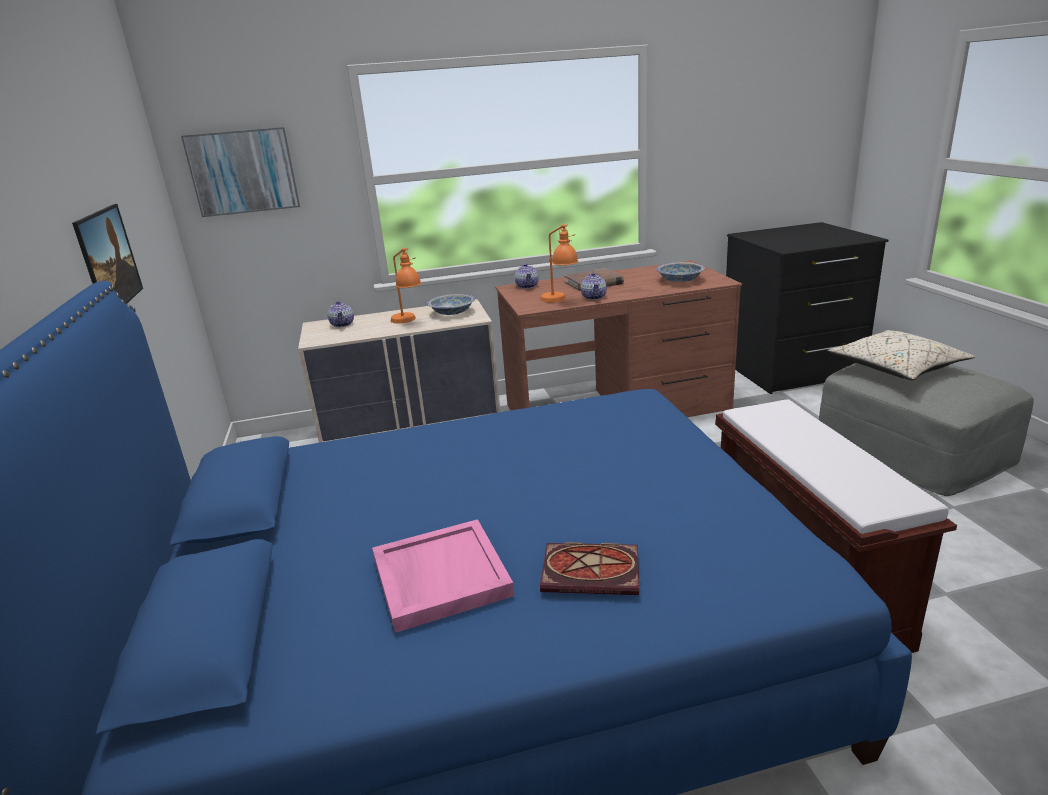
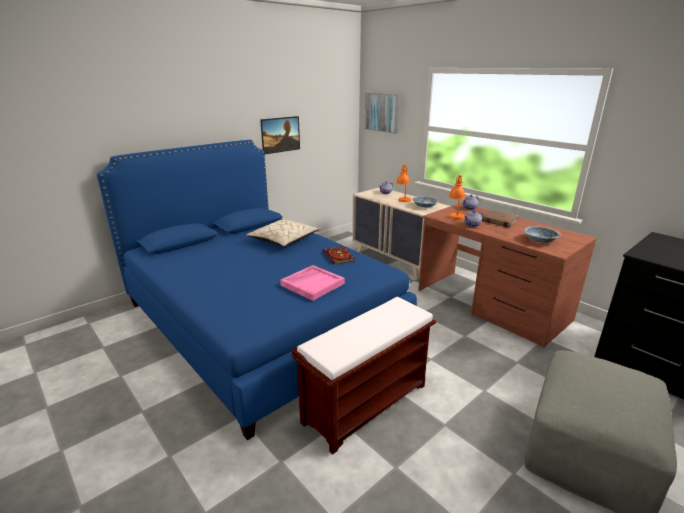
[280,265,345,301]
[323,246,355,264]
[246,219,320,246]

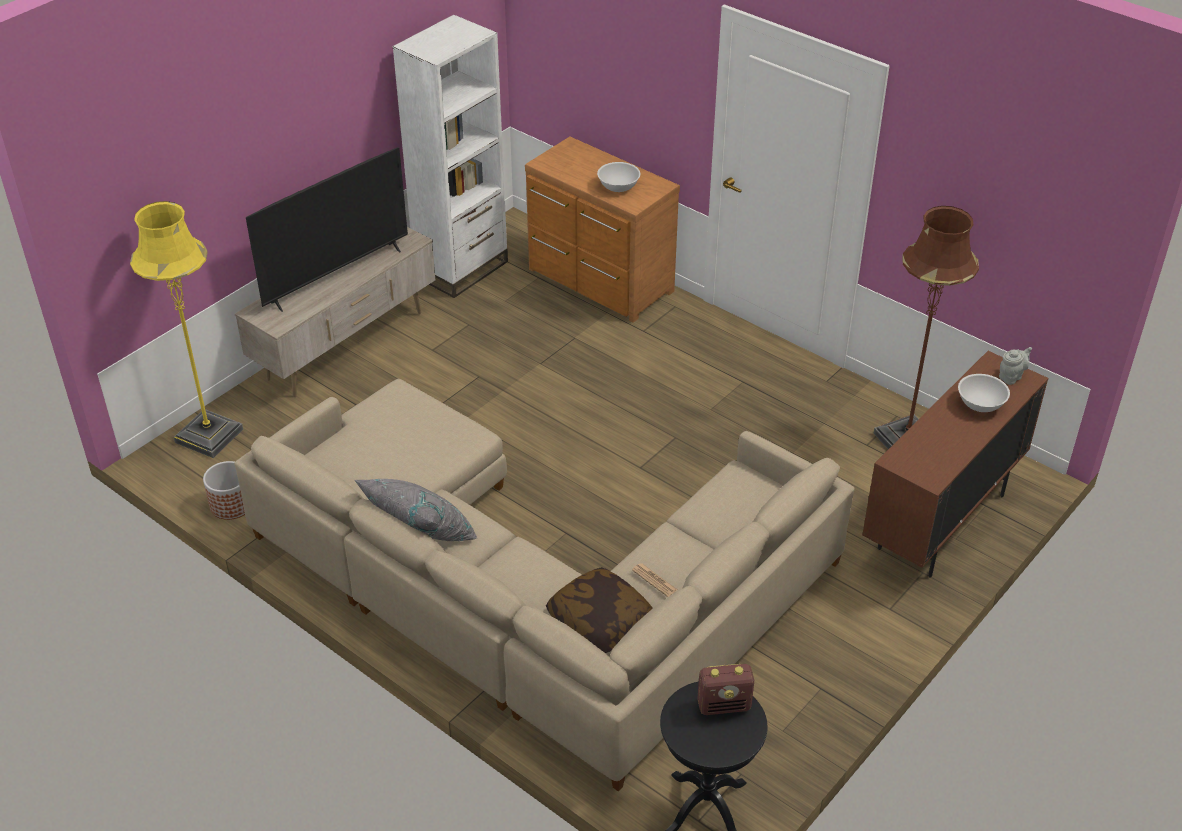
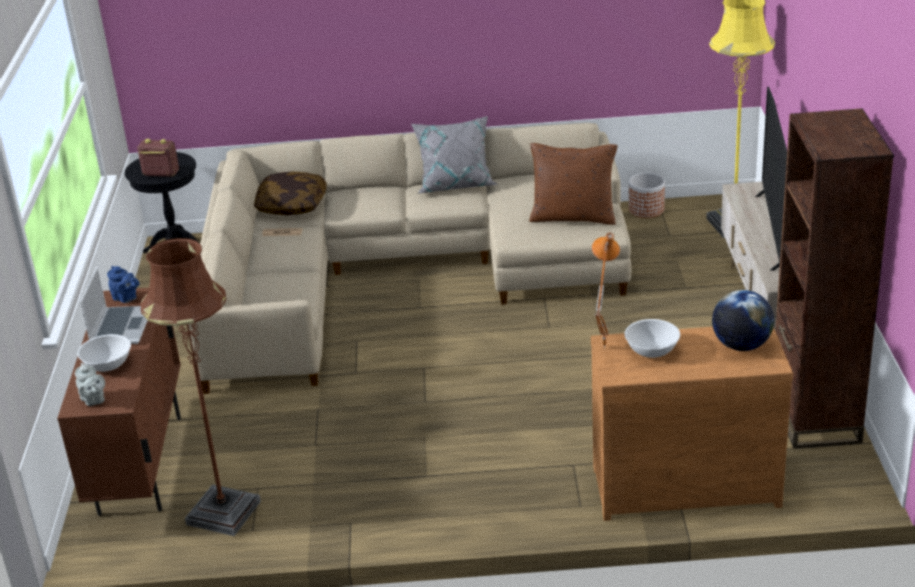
[80,267,148,344]
[107,266,140,303]
[529,143,618,225]
[592,232,620,348]
[712,290,774,351]
[775,108,894,448]
[137,139,179,177]
[75,363,105,406]

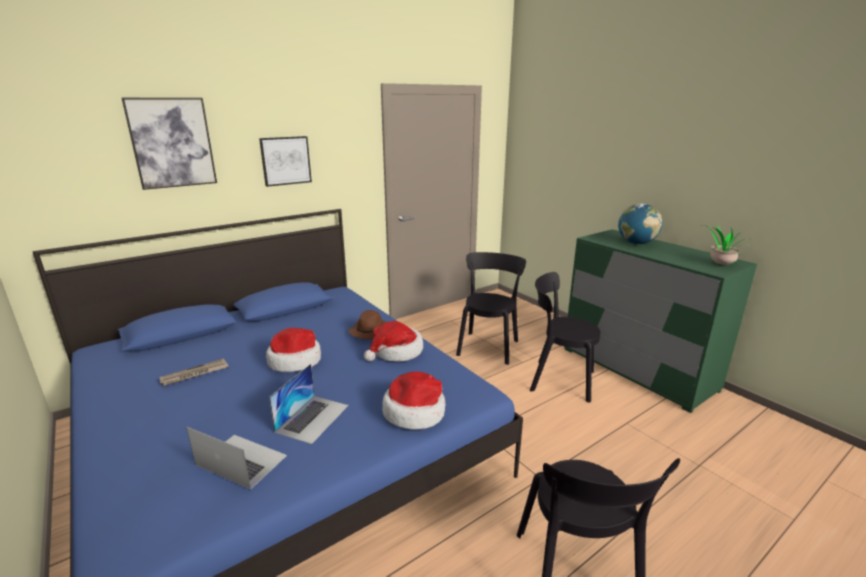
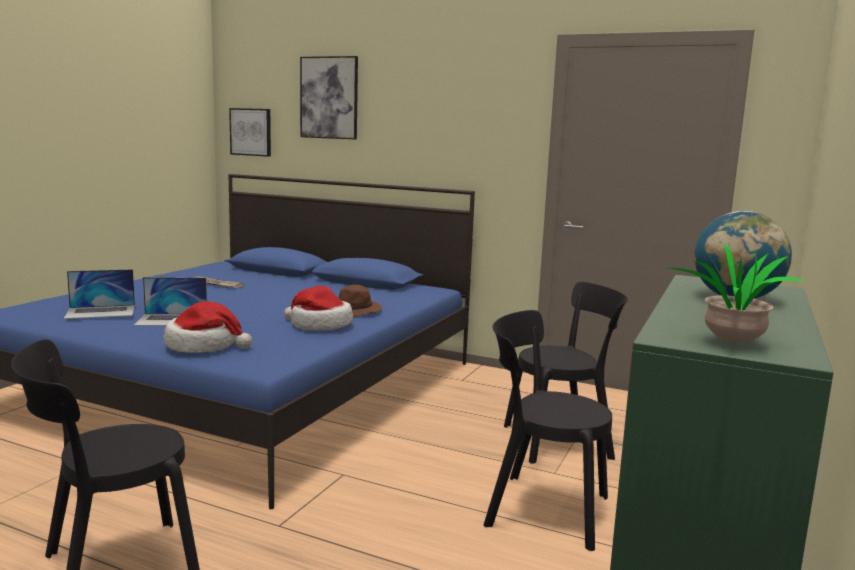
[266,328,321,372] (first image)
[229,108,271,157]
[64,269,135,319]
[483,310,612,551]

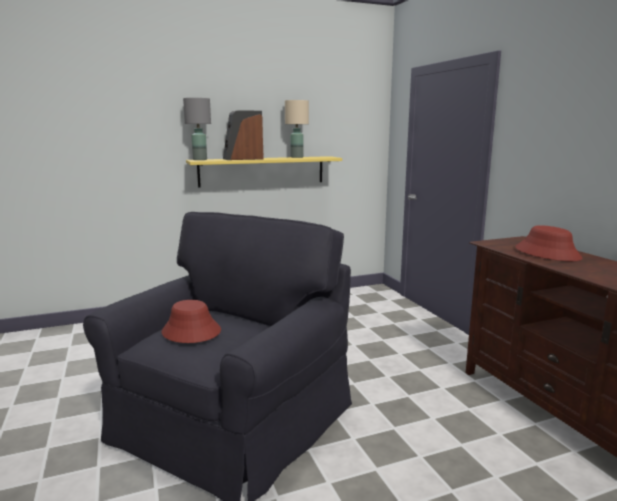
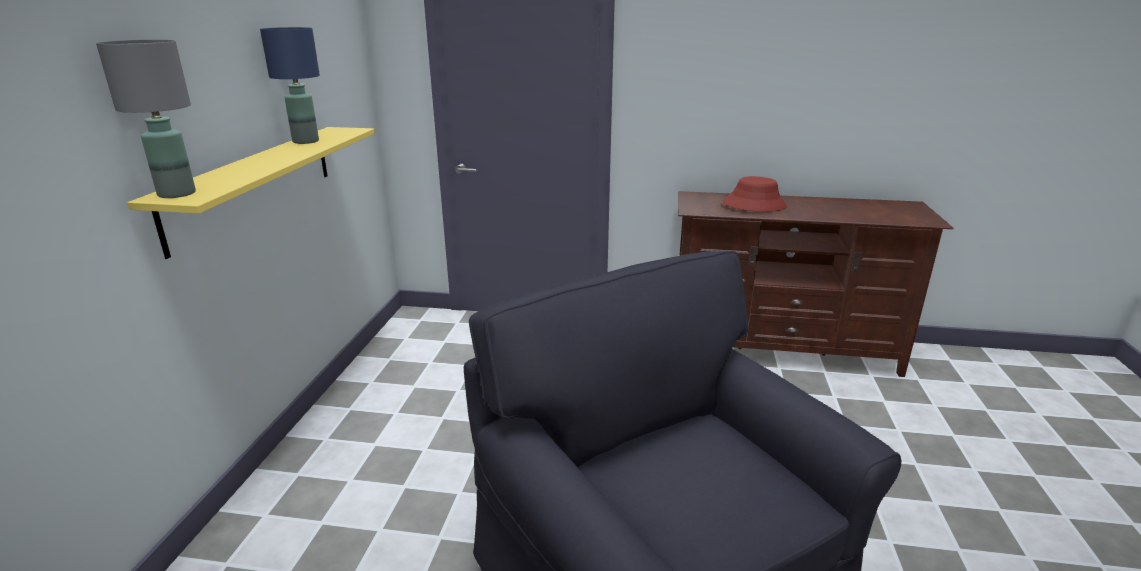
[161,300,221,343] (first image)
[223,110,264,160] (first image)
[260,27,320,144]

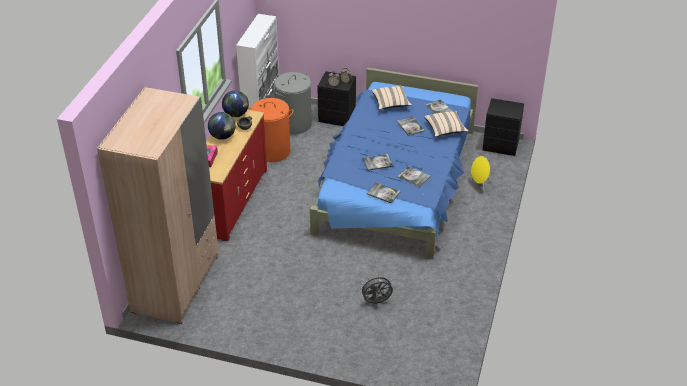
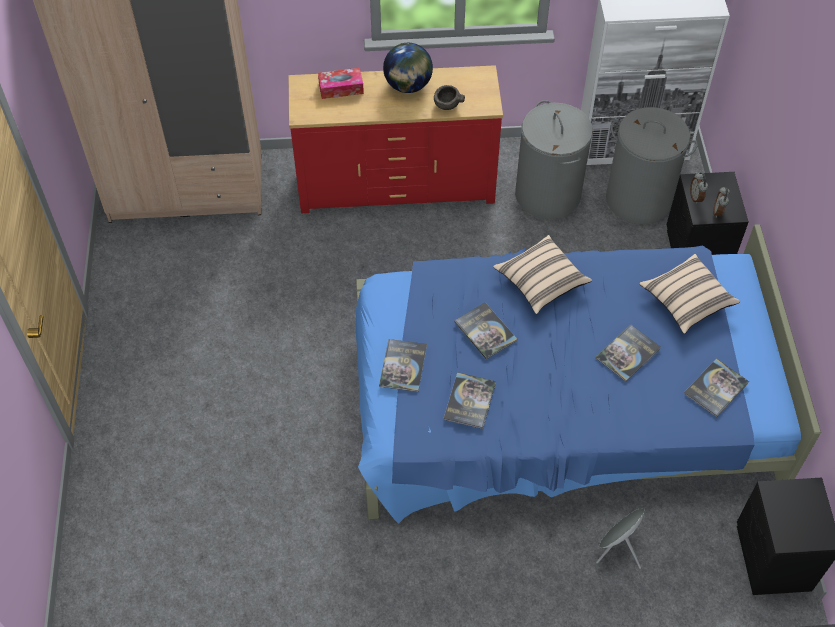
[222,90,249,117] (first image)
[360,276,393,304] (first image)
[493,235,592,314]
[515,100,593,219]
[596,508,644,569]

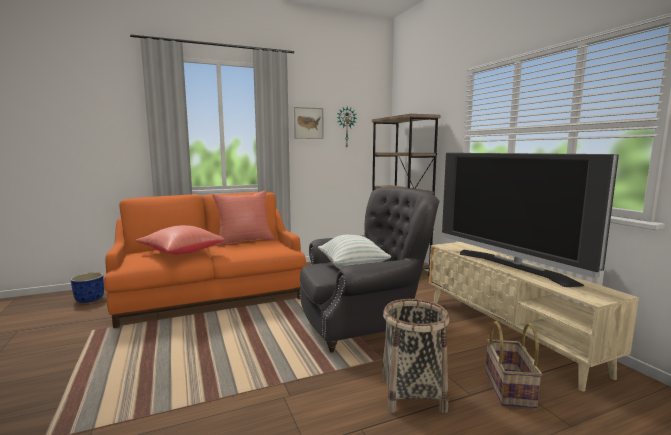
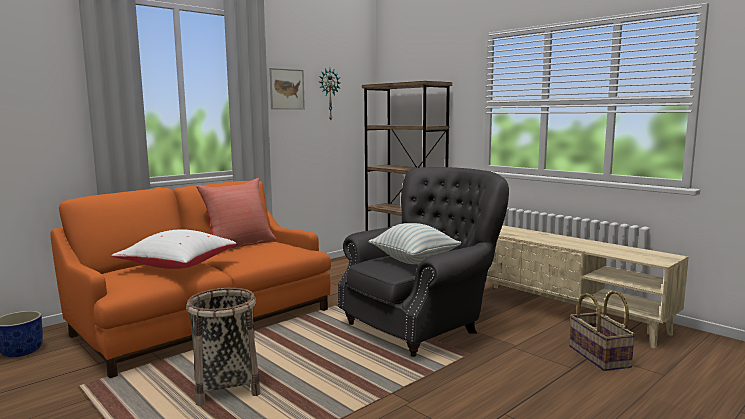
[442,153,619,287] (first image)
[186,288,261,406]
[111,229,236,269]

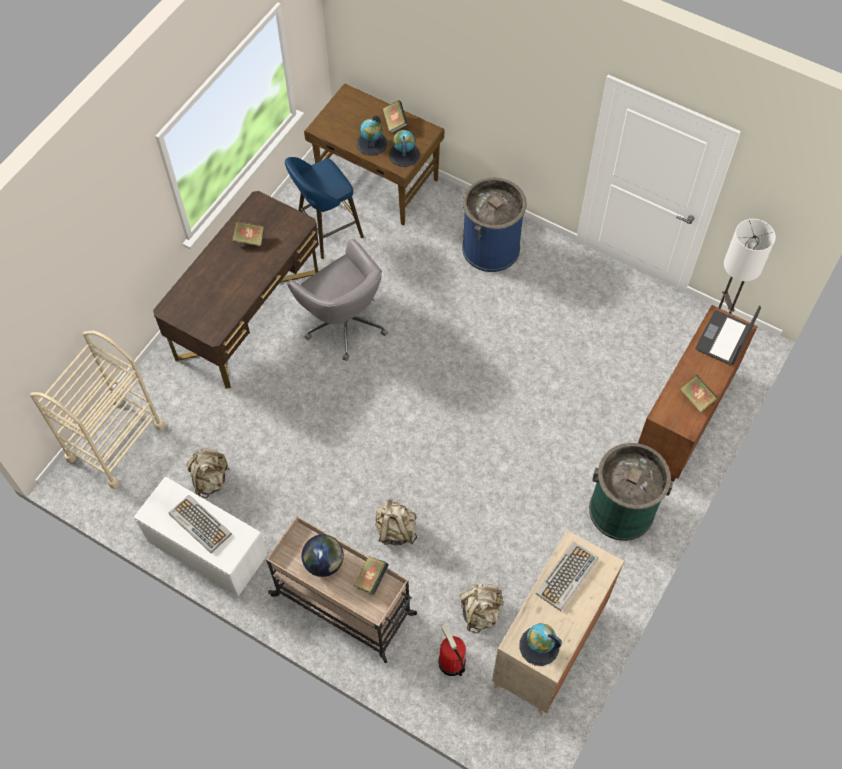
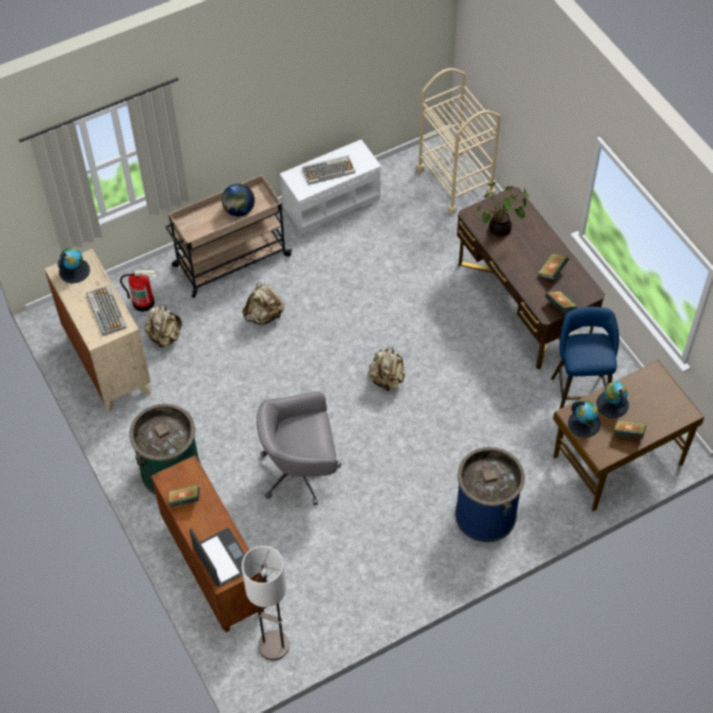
[477,182,529,237]
[368,347,405,392]
[256,392,342,506]
[545,291,577,312]

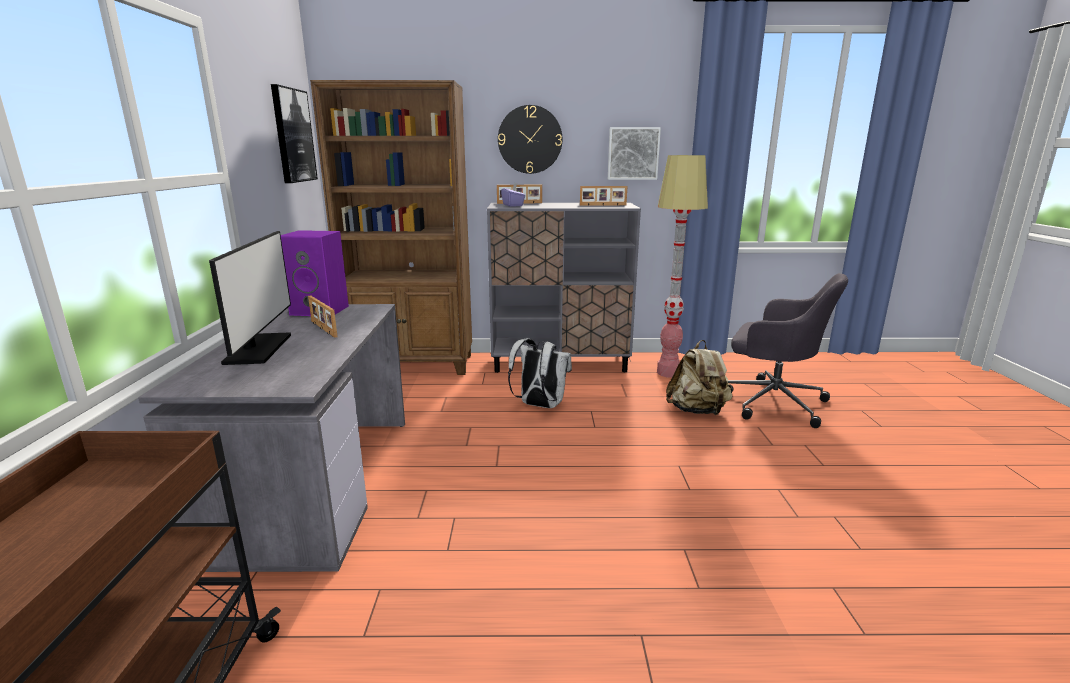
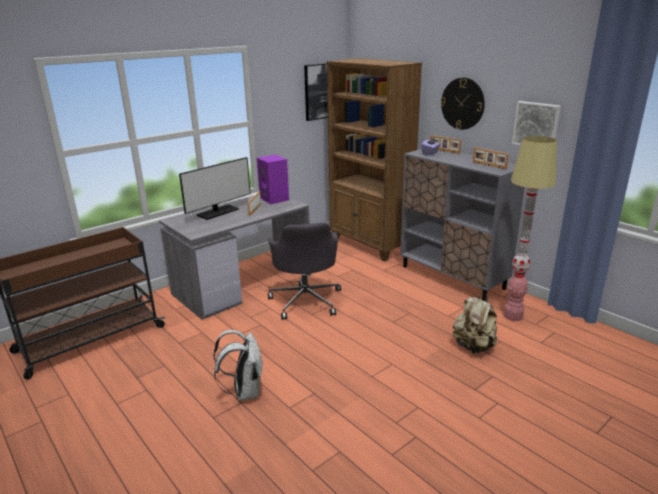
[213,330,263,401]
[268,222,341,320]

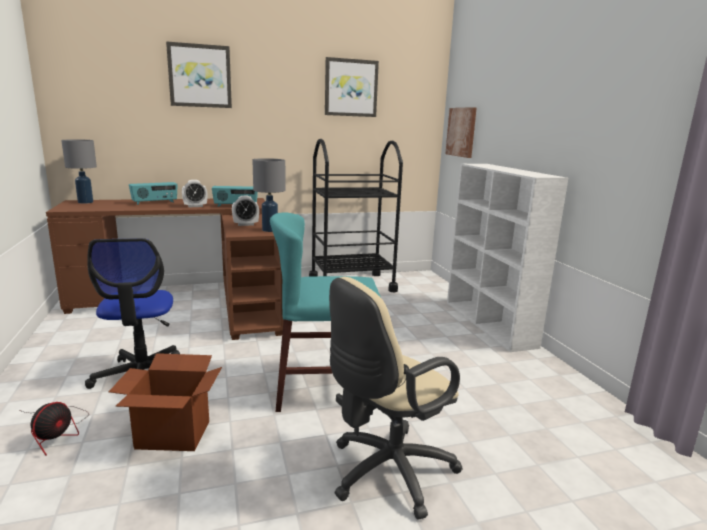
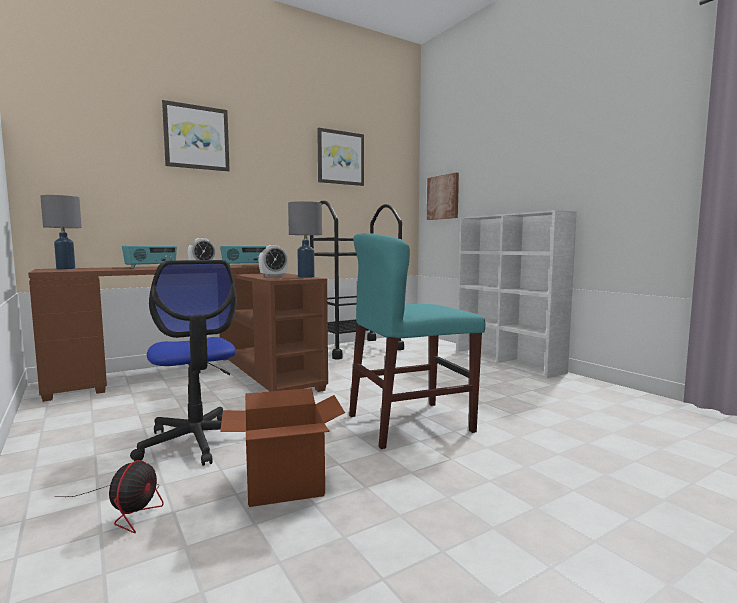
[329,277,463,520] (first image)

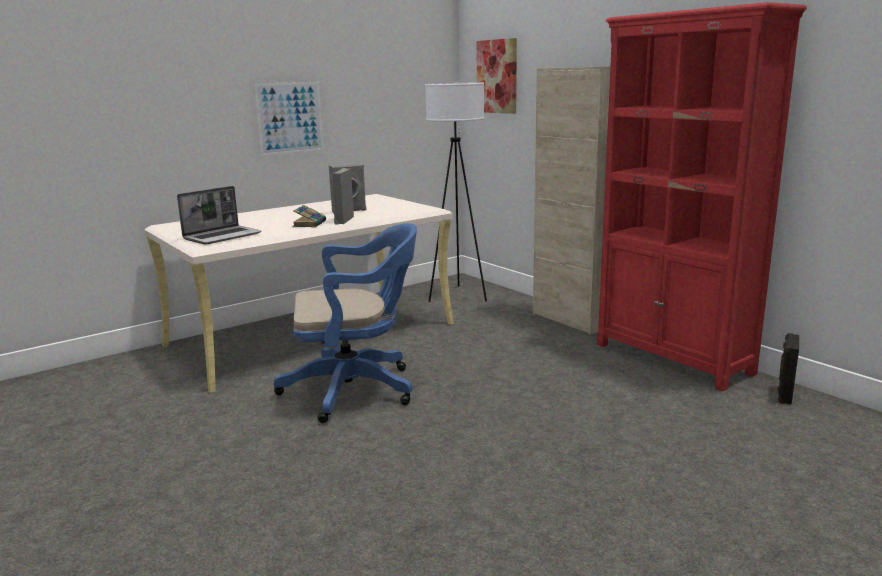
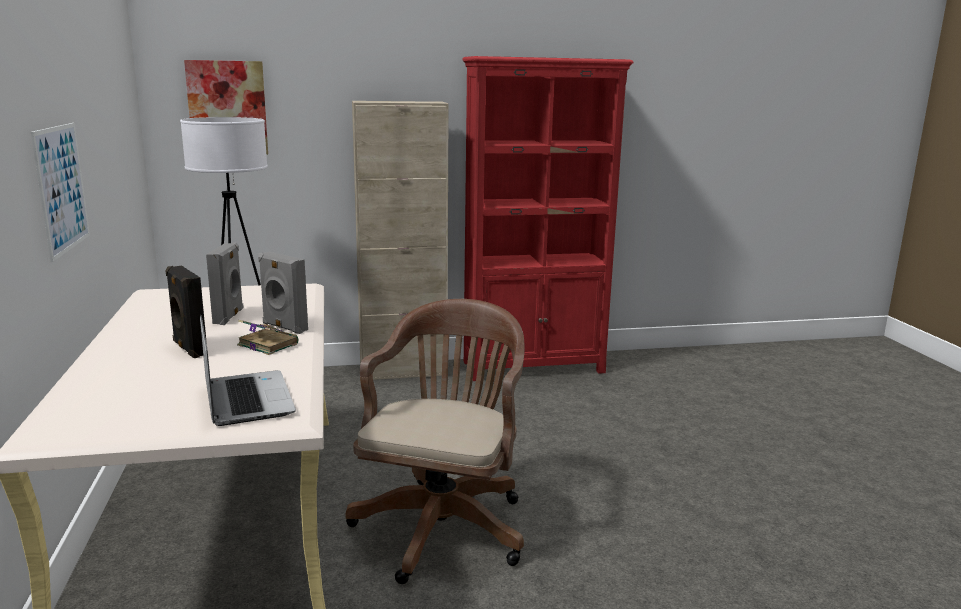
[165,265,207,358]
[346,299,525,584]

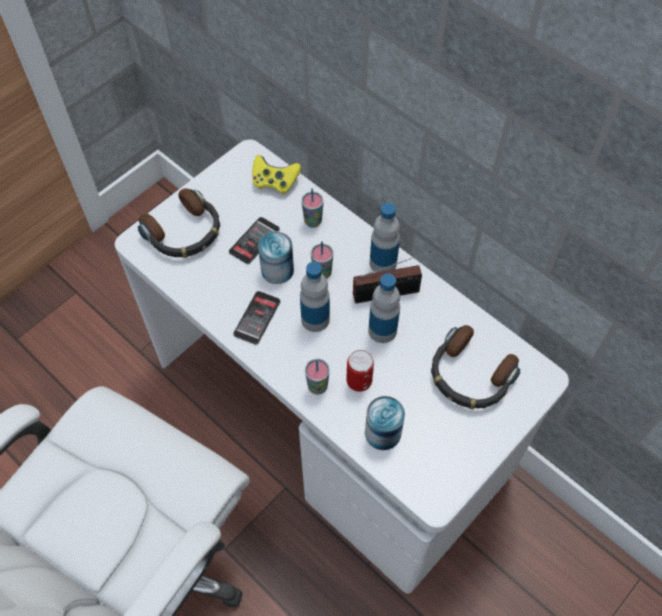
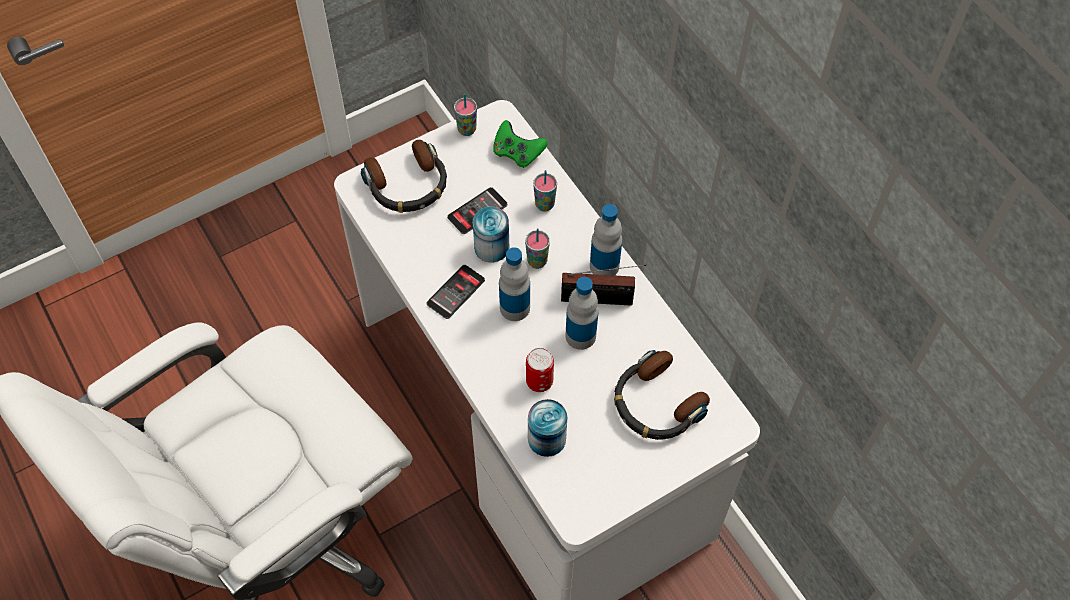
[454,94,477,136]
[493,120,548,168]

